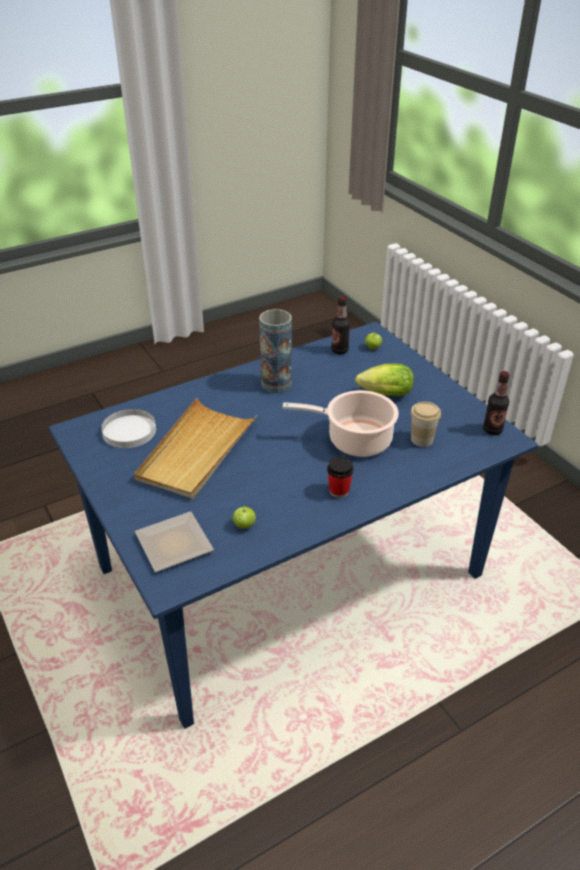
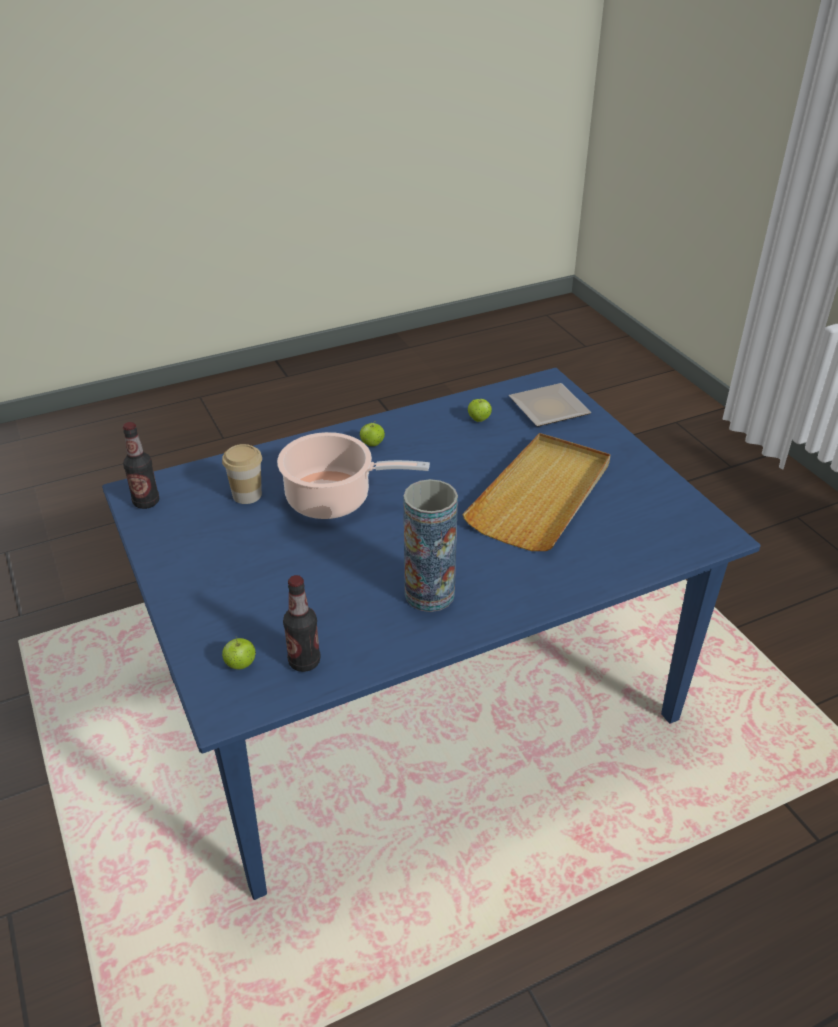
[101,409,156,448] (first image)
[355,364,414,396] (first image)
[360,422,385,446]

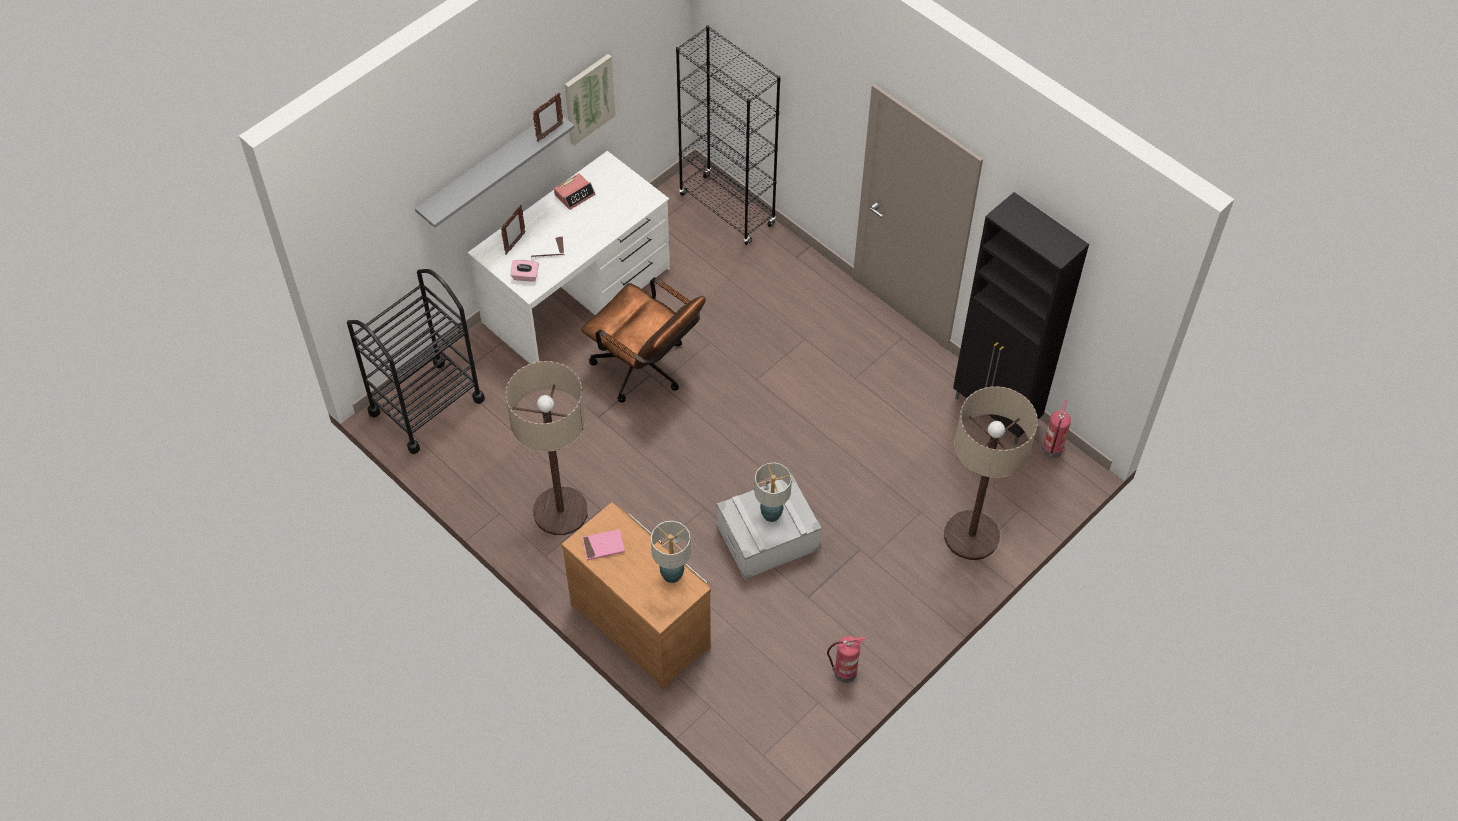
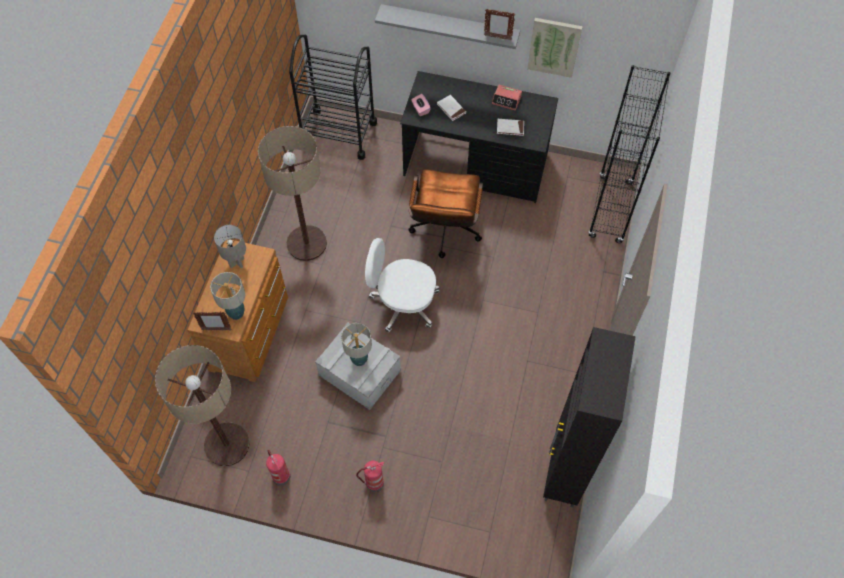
[365,238,439,332]
[497,119,524,136]
[193,312,232,330]
[155,345,250,467]
[356,461,384,492]
[214,225,246,269]
[400,71,558,203]

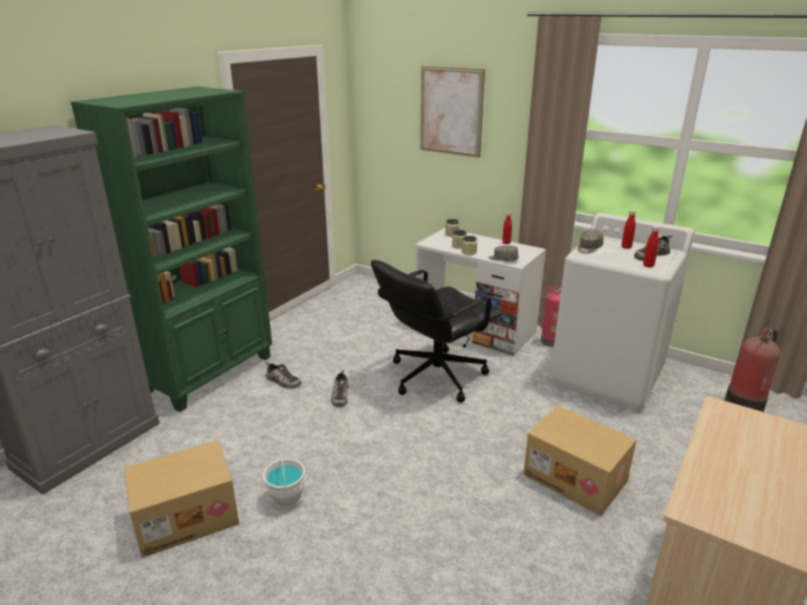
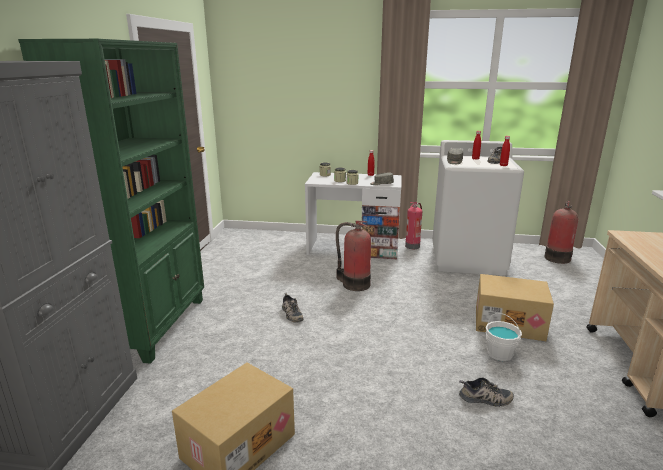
[420,66,485,158] (first image)
[486,313,522,361]
[459,377,514,407]
[336,220,371,291]

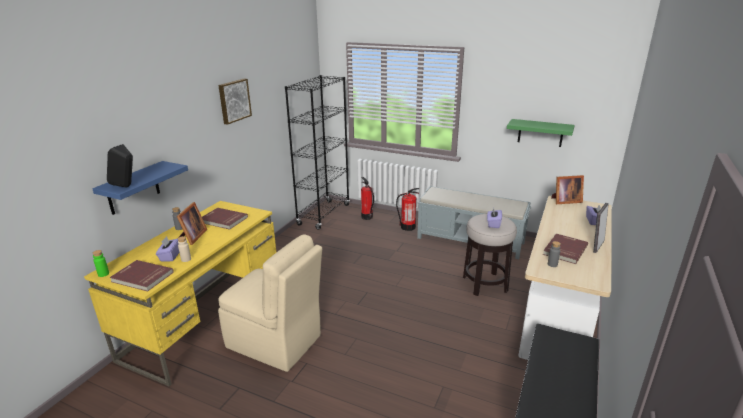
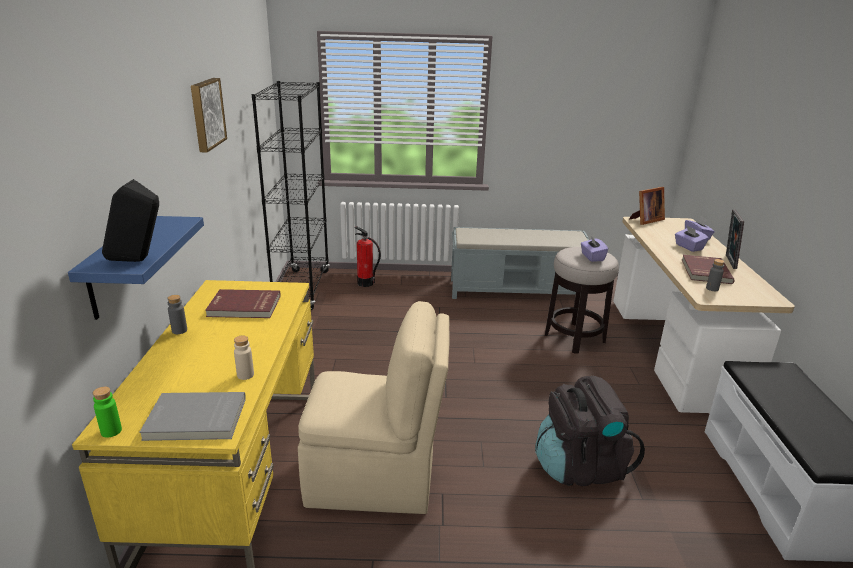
[177,202,207,245] (first image)
[396,188,419,231] (first image)
[507,119,575,147] (first image)
[535,376,645,486]
[675,226,709,252]
[139,392,246,441]

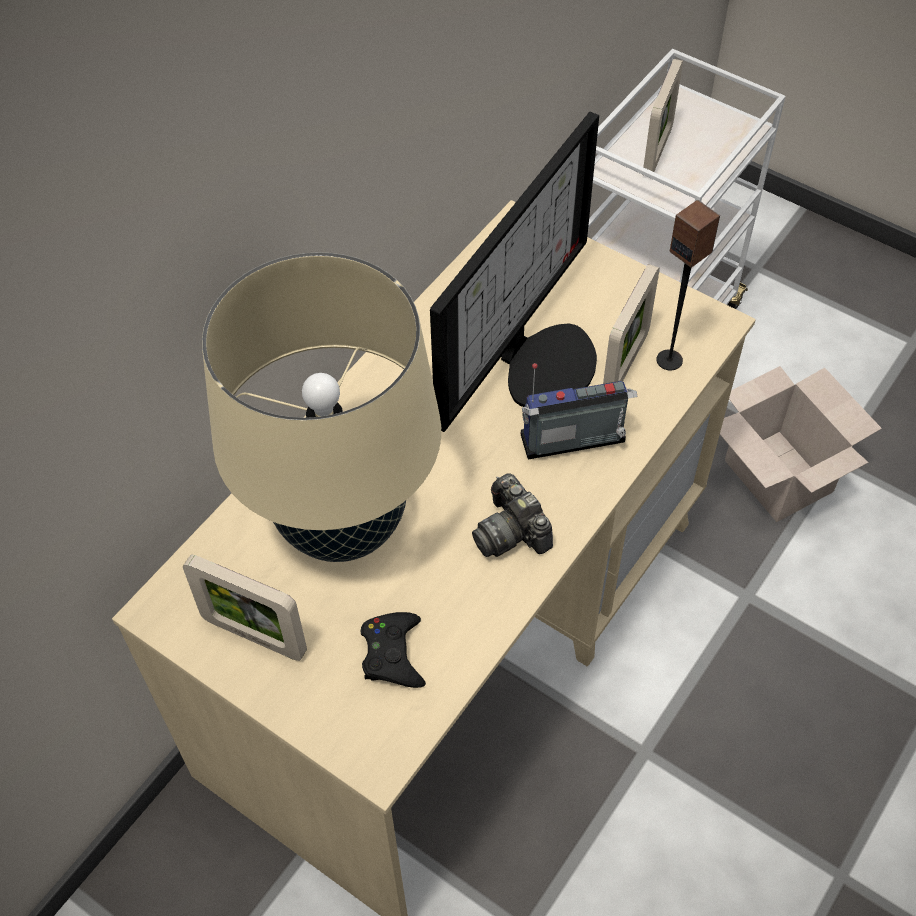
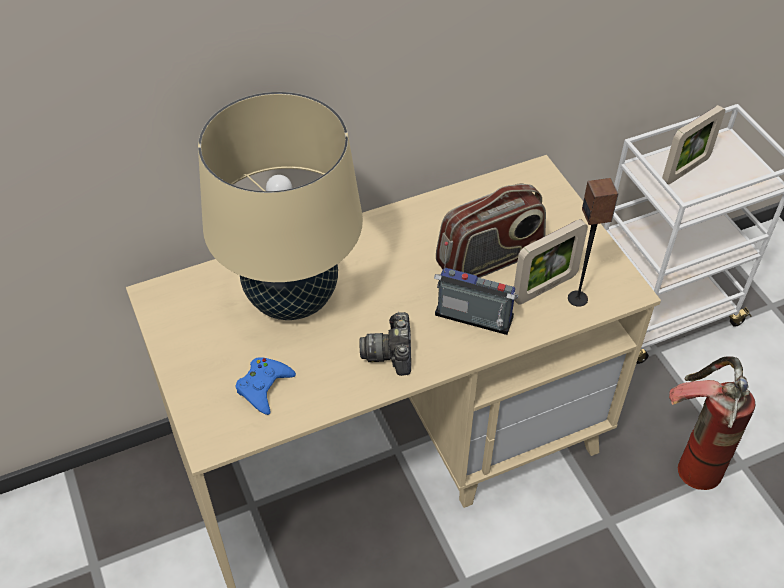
[183,555,307,661] (first image)
[436,183,546,278]
[669,356,755,490]
[236,357,296,415]

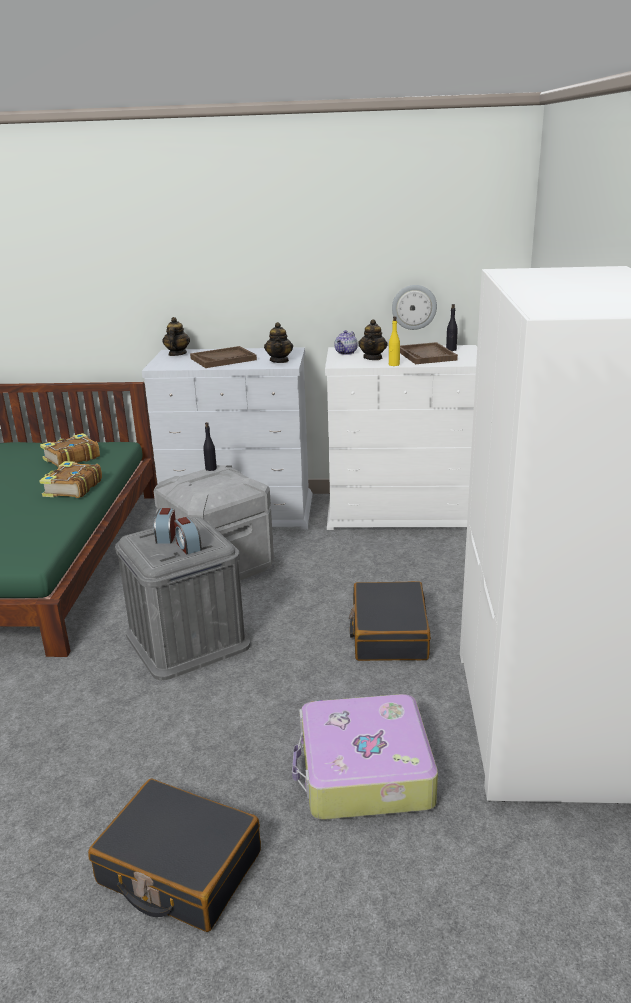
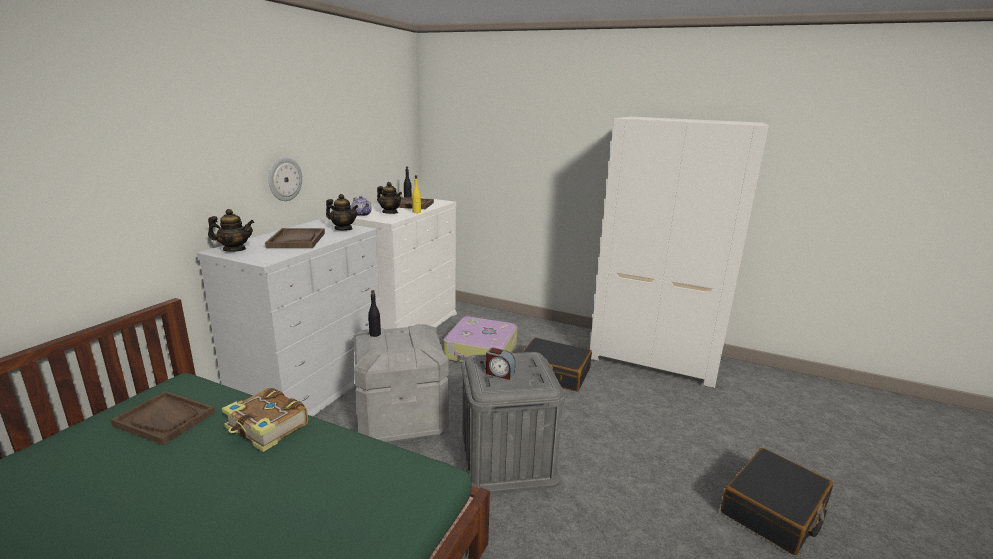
[174,517,202,555] (first image)
[444,316,517,363]
[268,158,302,201]
[111,391,215,445]
[208,209,254,252]

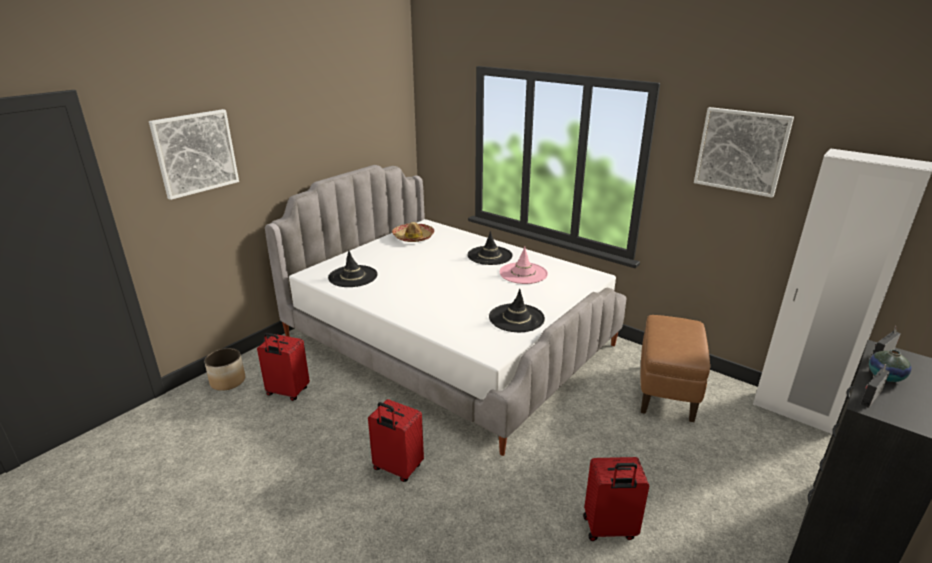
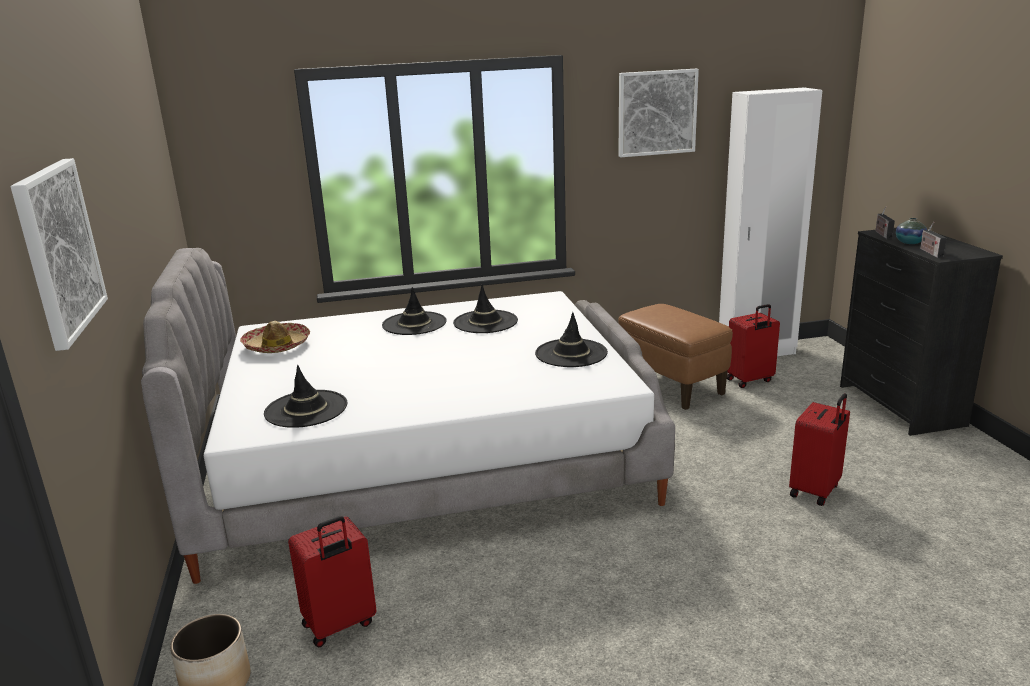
[727,304,780,388]
[453,285,518,333]

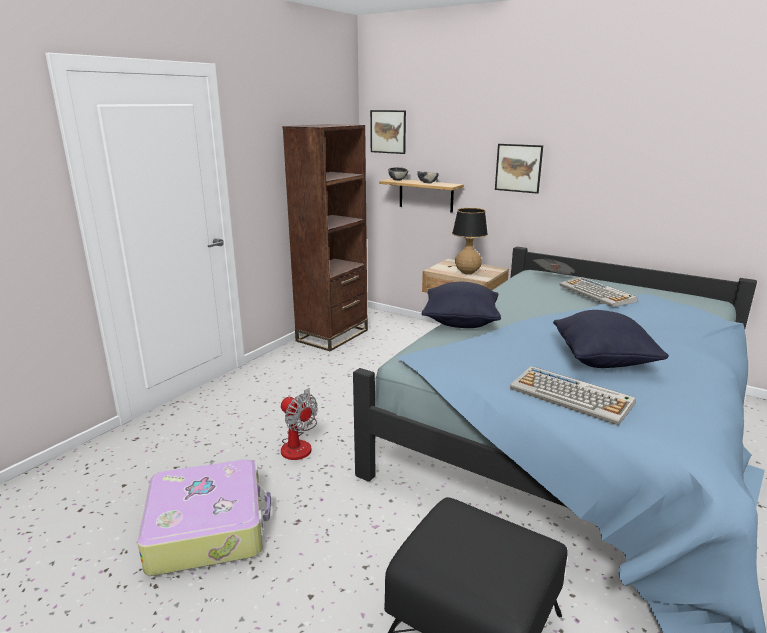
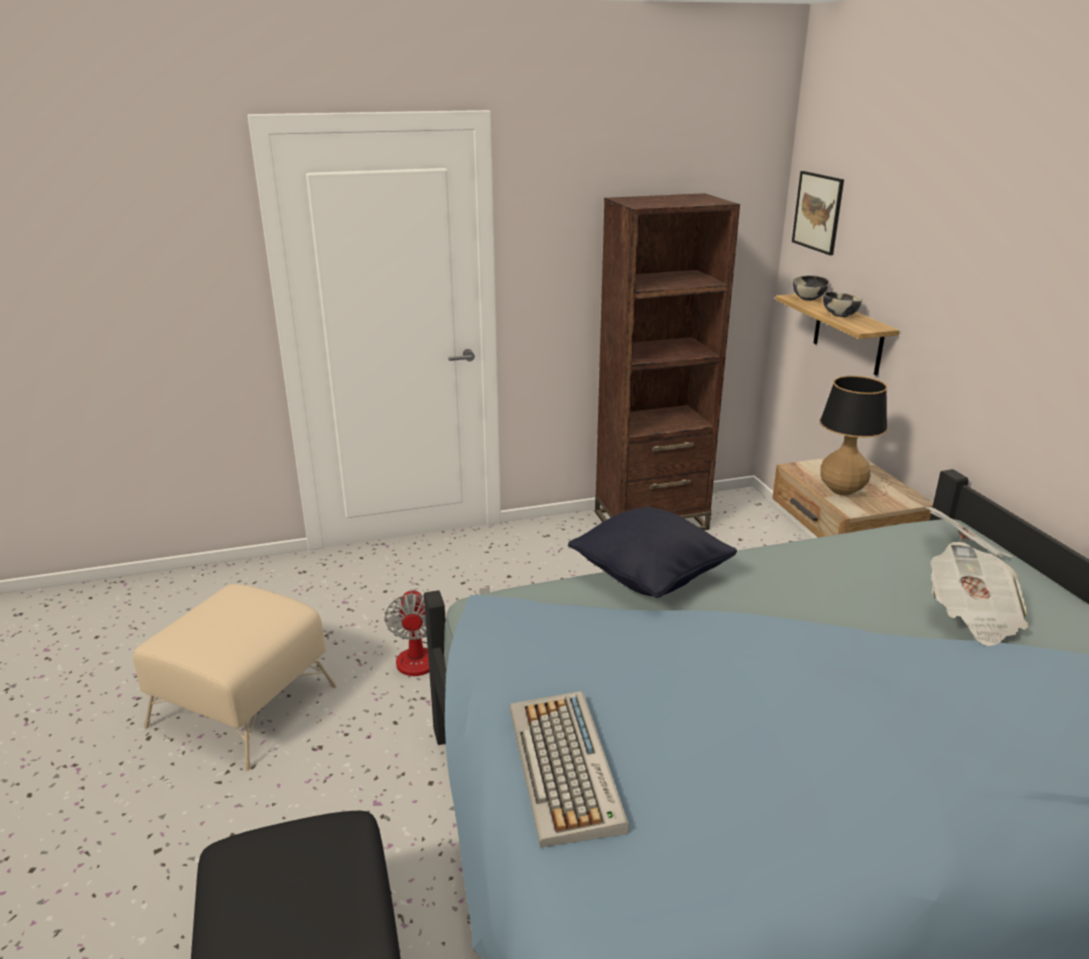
[495,144,543,194] (first image)
[553,310,669,368] (first image)
[133,584,337,771]
[931,542,1030,646]

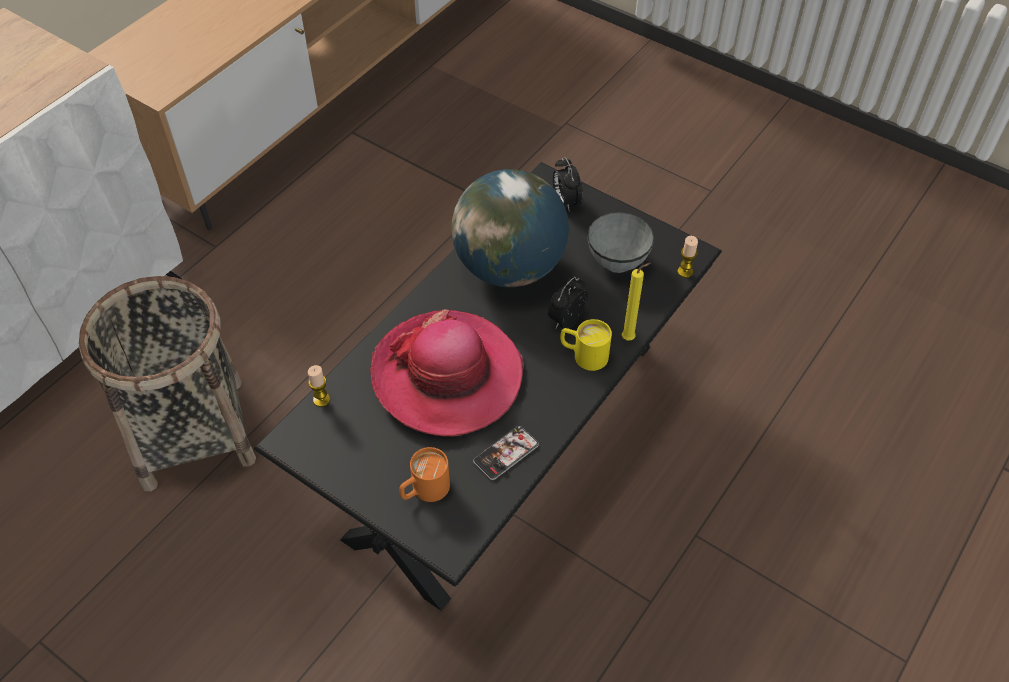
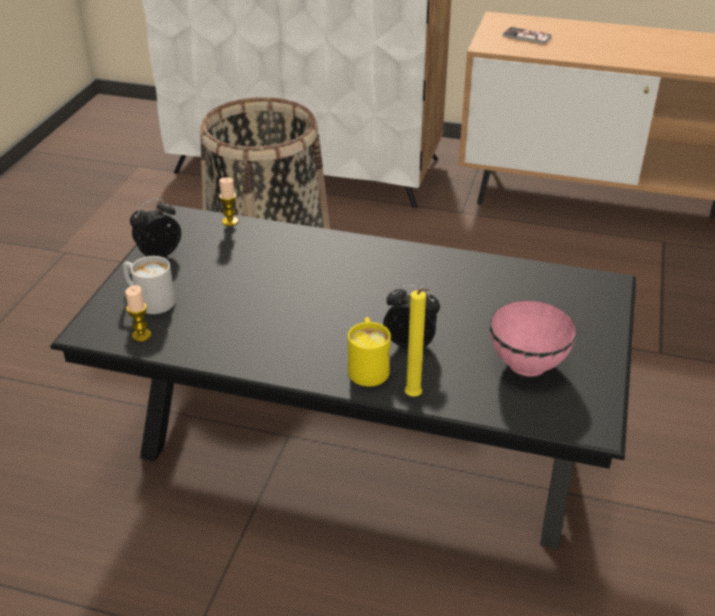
[370,309,524,436] (first image)
[451,169,569,287] (first image)
[502,26,552,44]
[130,199,181,257]
[125,285,151,342]
[123,256,175,314]
[490,300,577,377]

